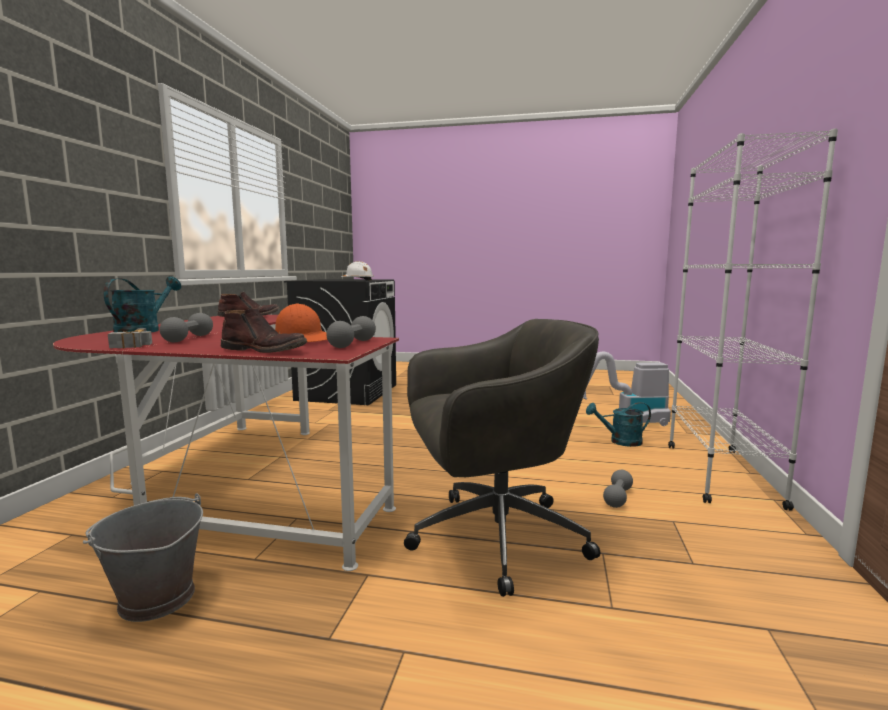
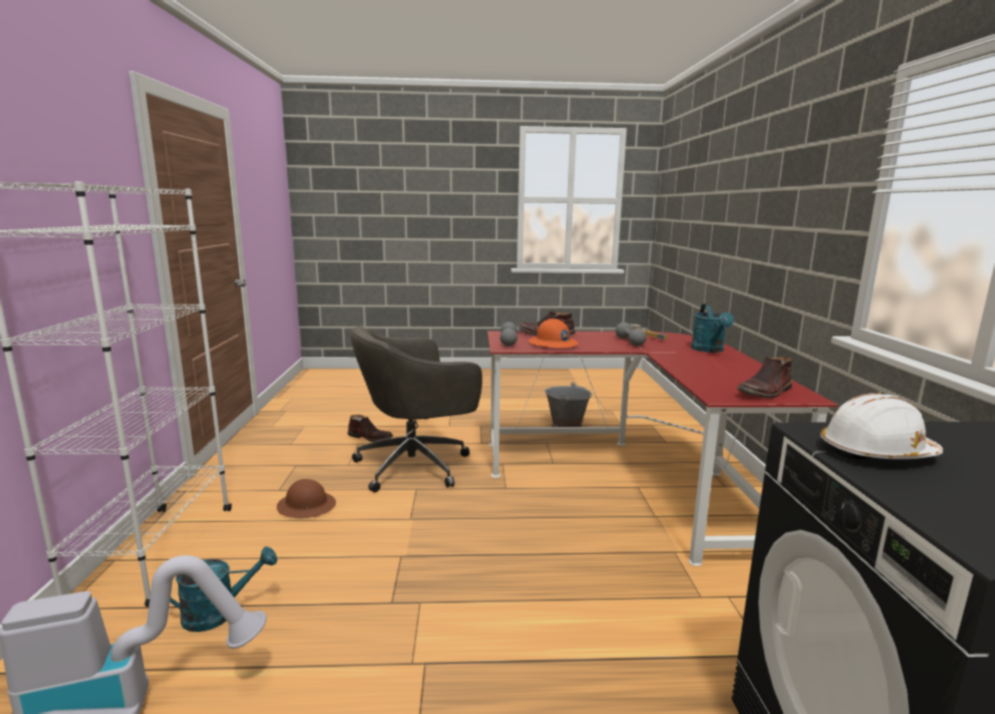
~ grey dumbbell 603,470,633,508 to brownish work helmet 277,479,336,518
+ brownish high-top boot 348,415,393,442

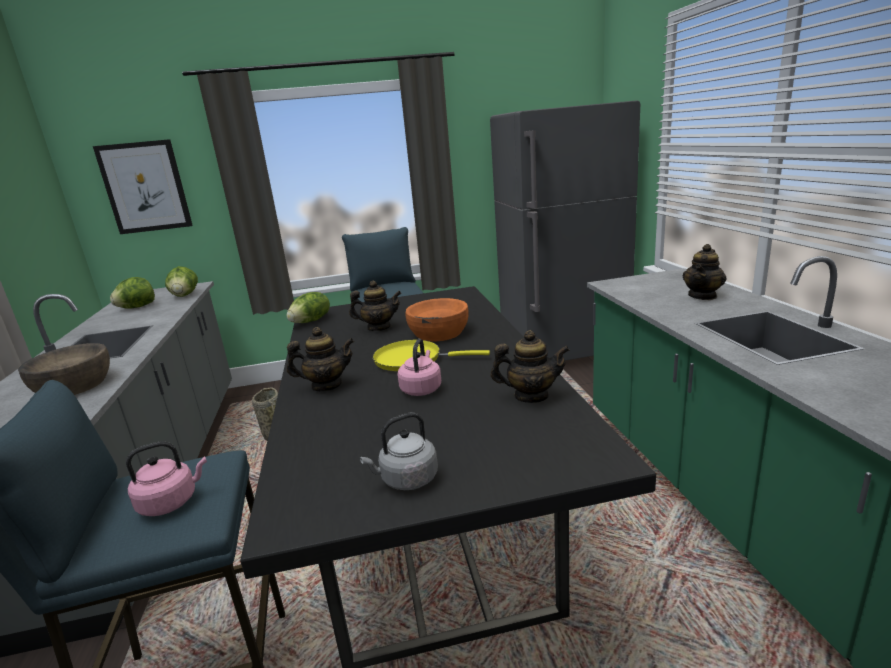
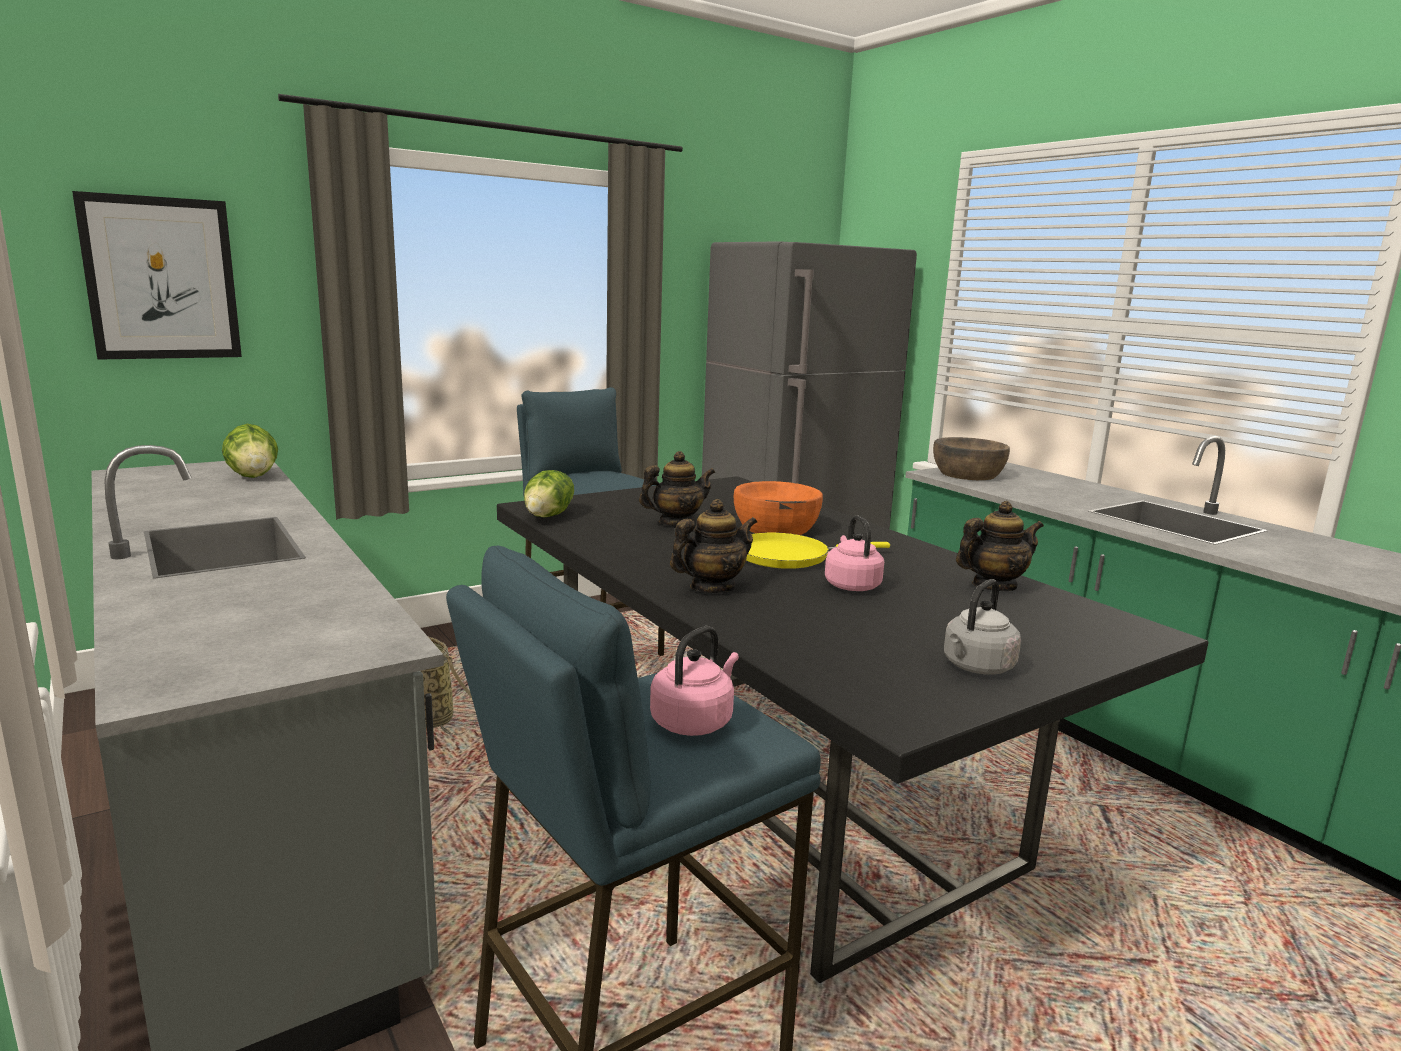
~ brownish deep dish 18,343,110,395 to 933,437,1010,480
- lettuce head 110,277,155,309
- pot for tea 683,244,726,300

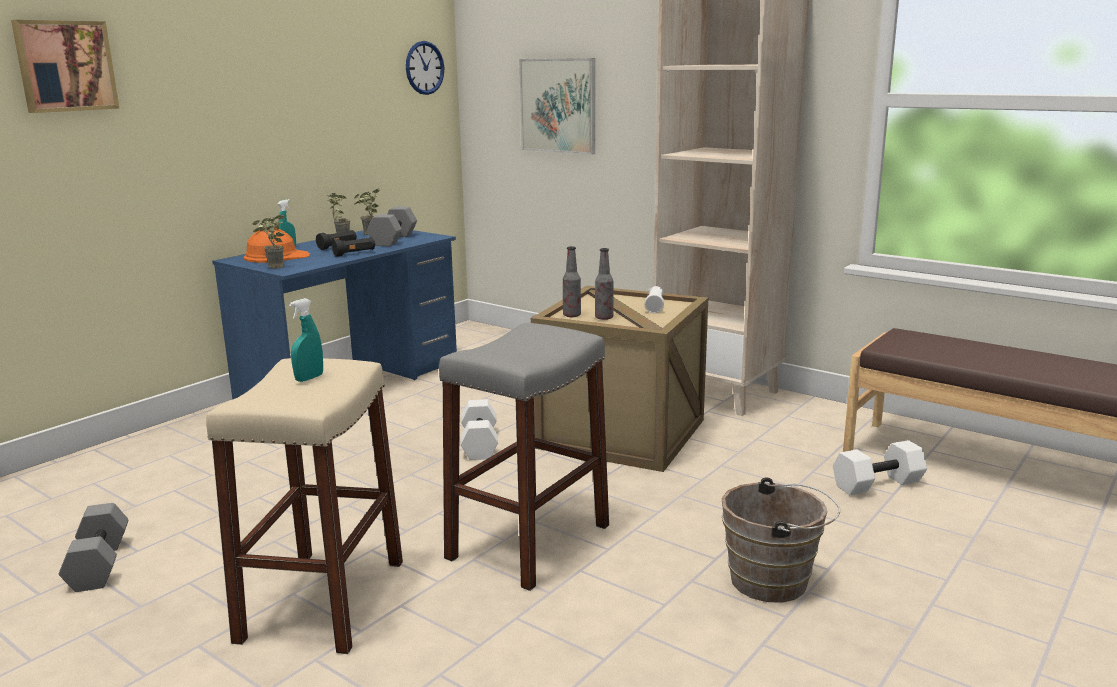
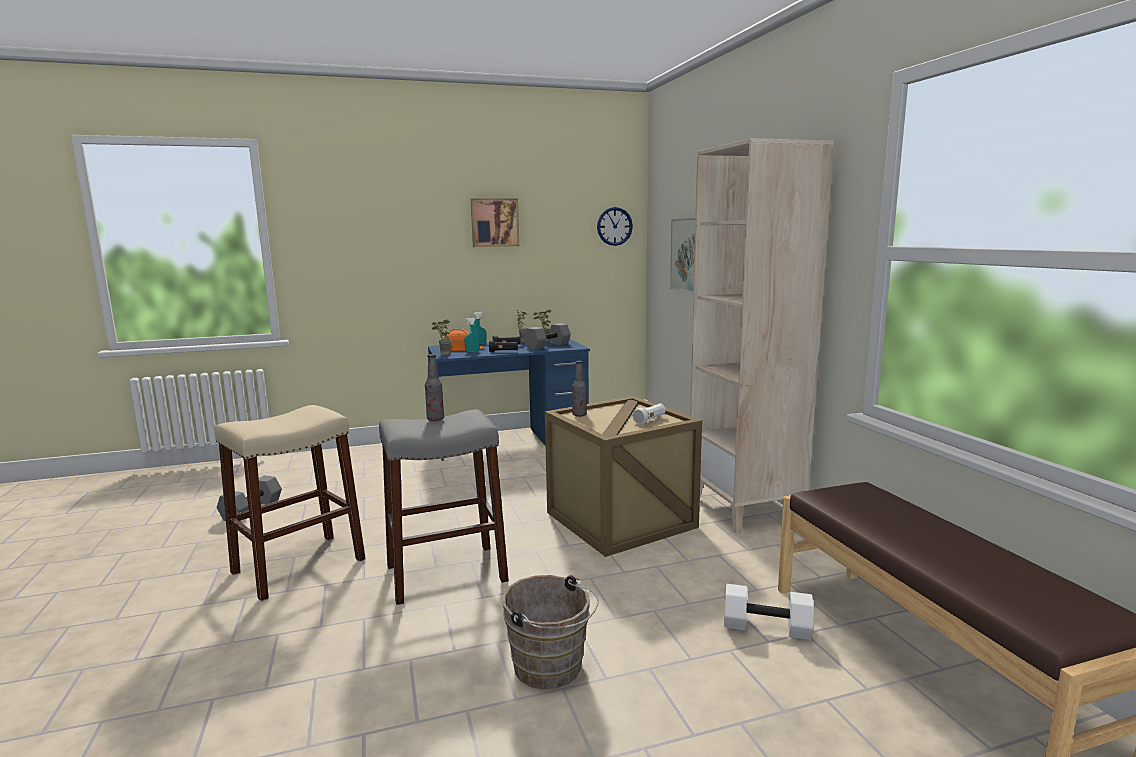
~ bottle 595,248,613,320 to 425,354,444,421
~ turquoise hand sprayer 289,298,323,382 to 464,318,480,352
~ wall picture 11,20,119,113 to 471,198,520,247
- white dumbbell 461,399,498,460

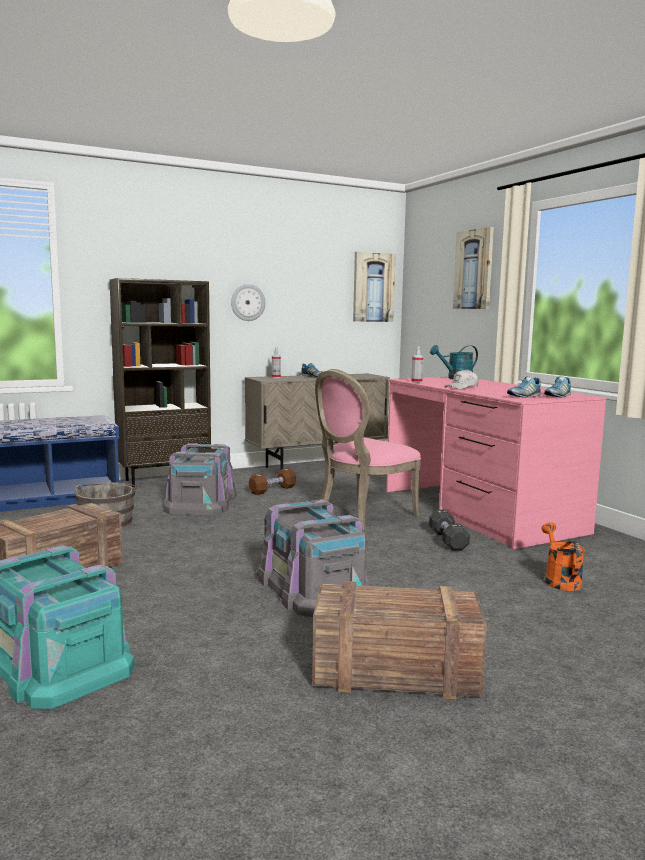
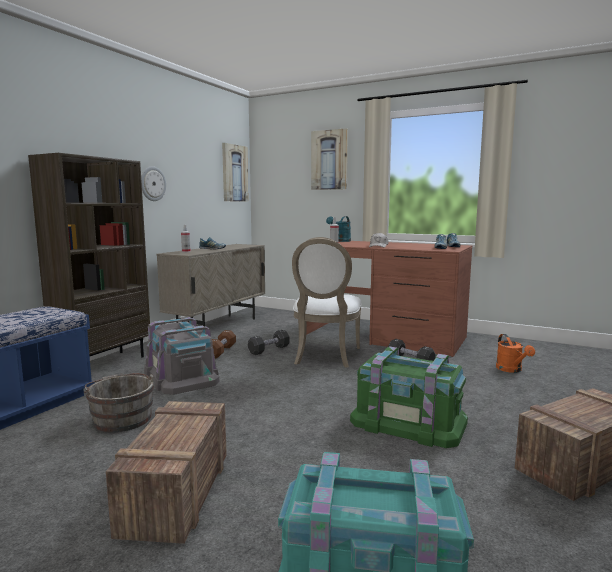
+ black dumbbell 248,330,289,355
~ pink upright chair 315,369,421,530 to white upright chair 292,237,362,368
~ pink desk unit 386,377,606,549 to brownish desk unit 306,241,472,357
~ grey storage bin 257,499,369,617 to green storage bin 350,346,468,448
~ orange-coloured watering can 542,522,585,591 = 496,334,535,373 150 degrees counterclockwise

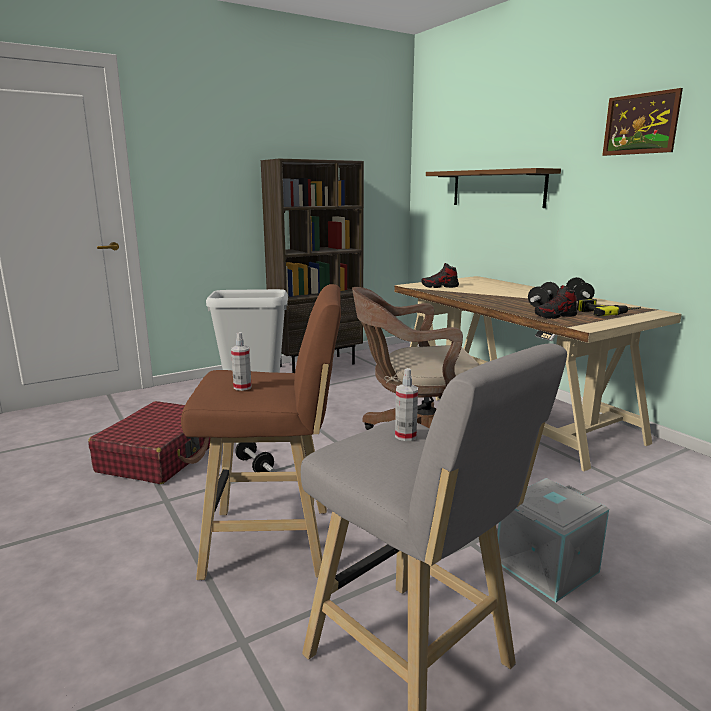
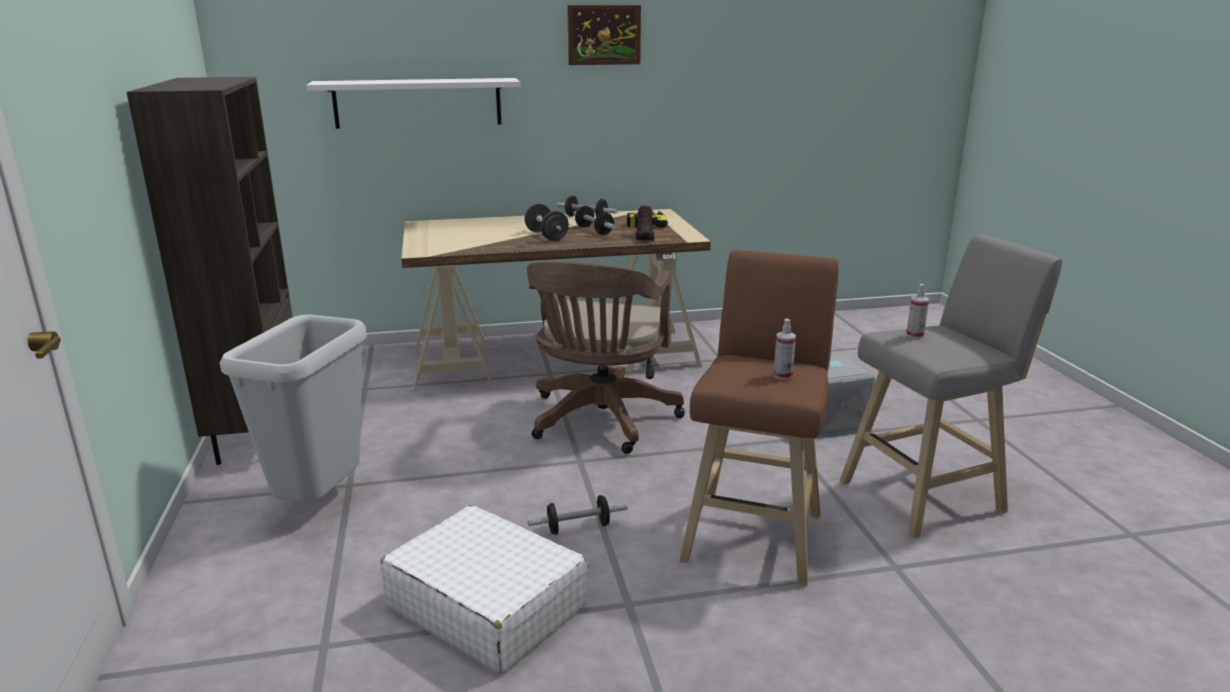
~ brownish wall shelf 426,168,561,208 to white wall shelf 306,78,520,129
~ red-coloured piece of luggage 88,401,211,484 to white piece of luggage 380,505,588,673
+ black dumbbell 525,204,569,241
- shoe 421,263,459,288

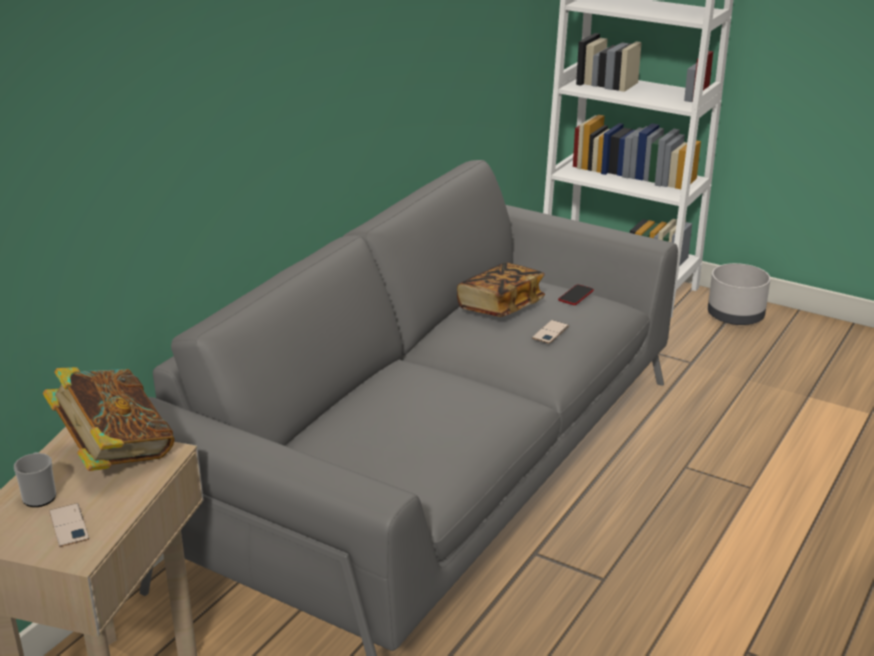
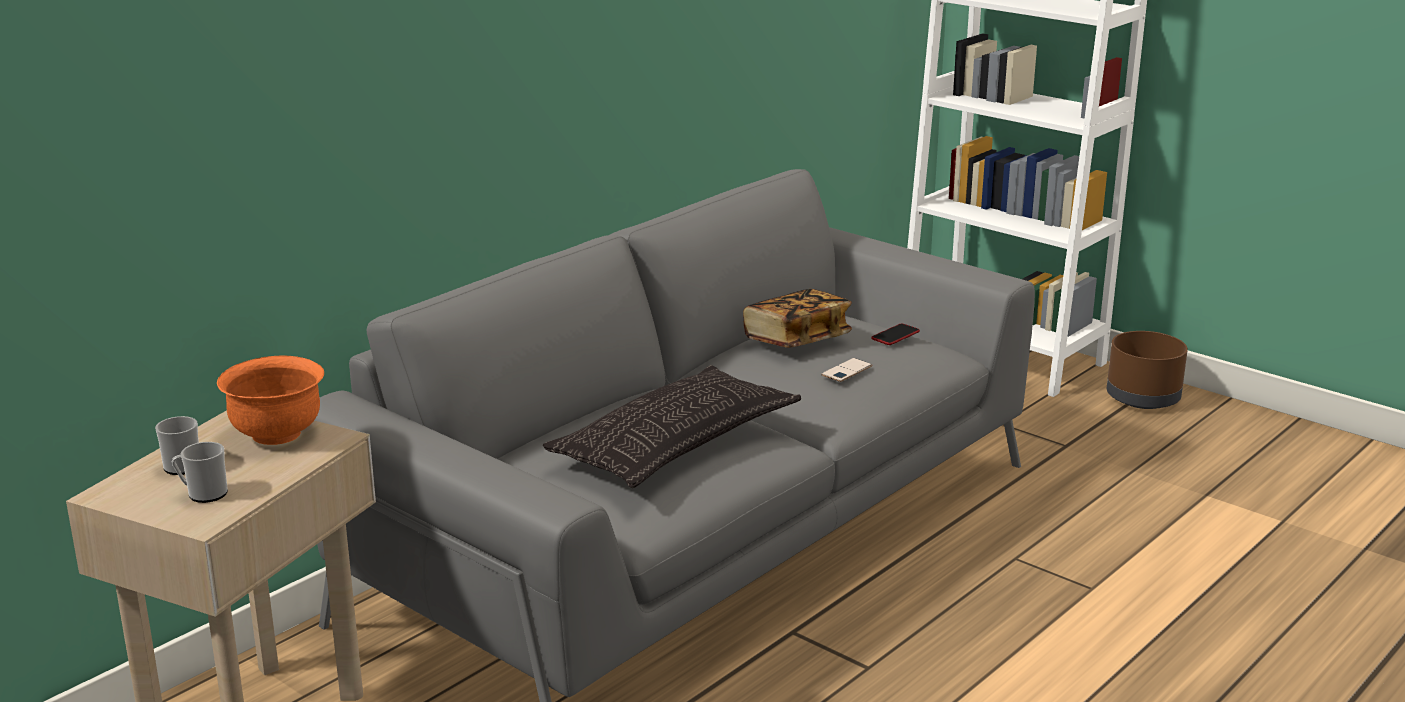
~ phone 49,503,89,547 to tea mug 172,442,228,503
~ bound book 43,367,175,471 to orange-coloured deep dish 217,356,324,445
+ throw pillow 543,365,801,488
~ grey plant pot 708,263,771,325 to brownish plant pot 1107,331,1188,409

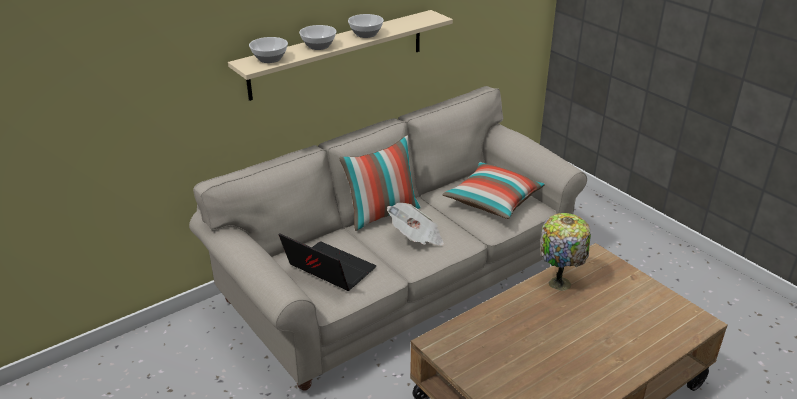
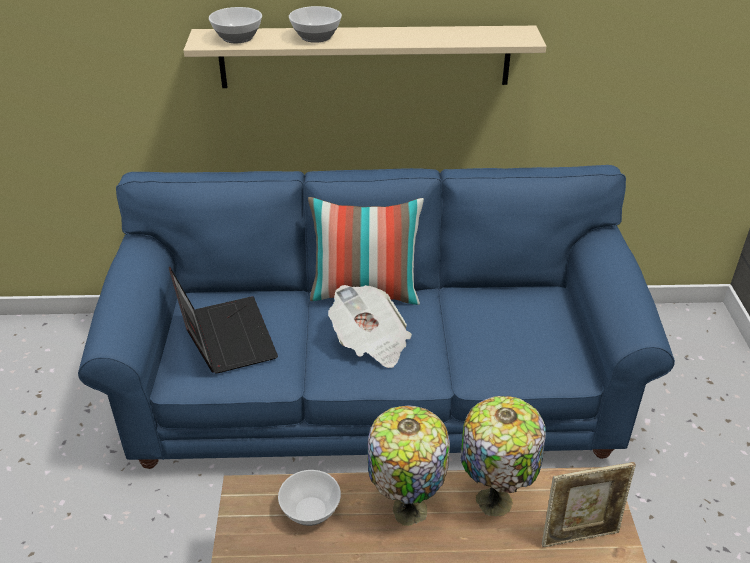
~ beige sofa 189,86,587,391 to bluish sofa 78,165,675,469
~ deep dish 348,14,384,38 to 278,470,341,526
+ tabletop lamp 368,405,450,526
+ picture frame 542,462,636,547
- throw pillow 442,162,545,219

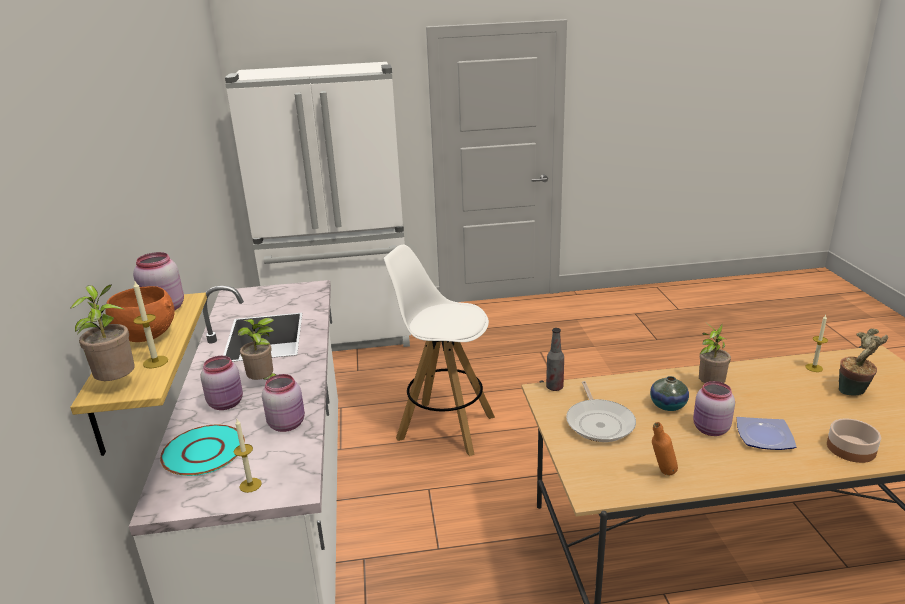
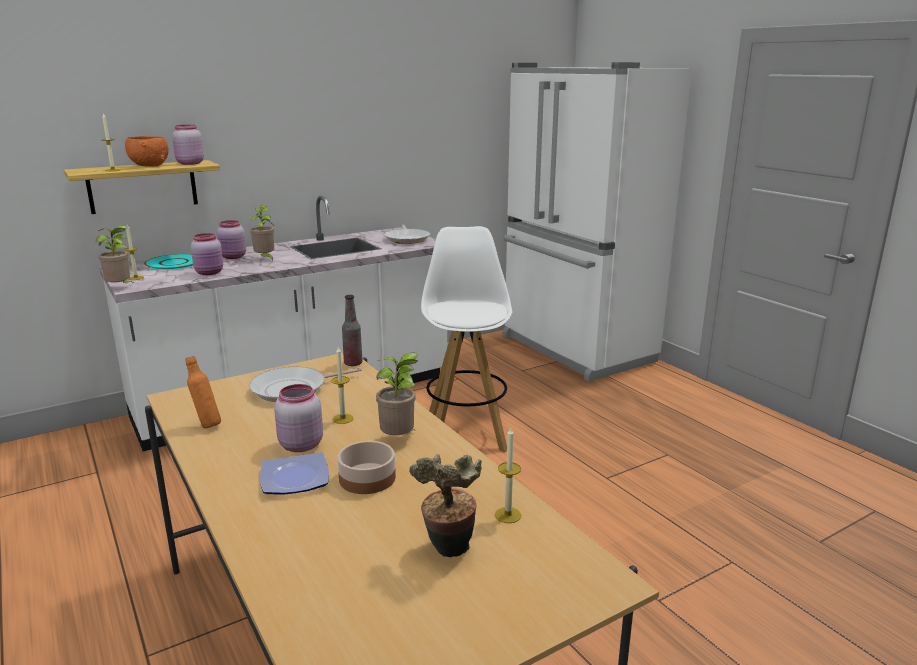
~ plant in a pot 70,285,135,381 to 96,226,132,283
~ decorative vase 650,376,689,411 to wax candle 331,347,354,424
~ deep dish 827,418,881,463 to 337,441,396,494
+ skillet 384,225,430,244

